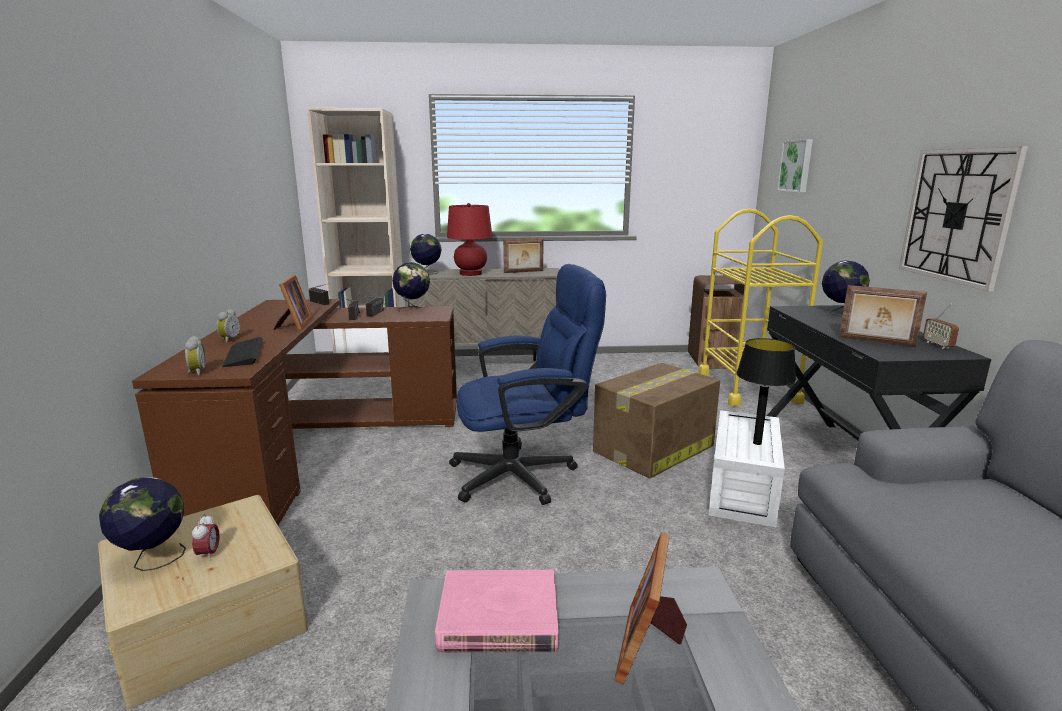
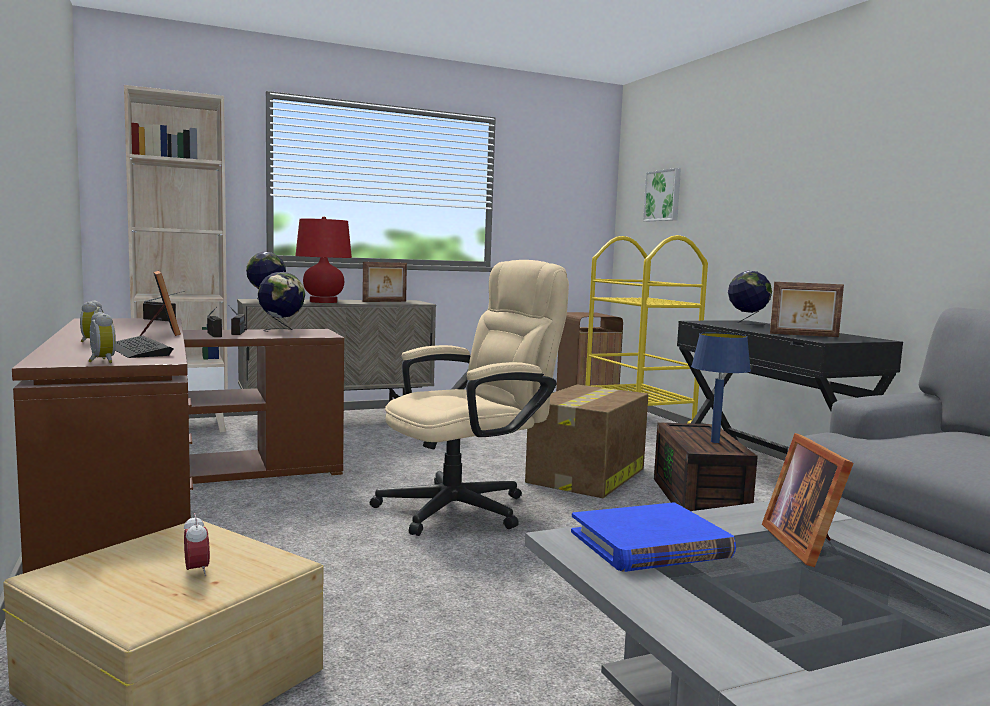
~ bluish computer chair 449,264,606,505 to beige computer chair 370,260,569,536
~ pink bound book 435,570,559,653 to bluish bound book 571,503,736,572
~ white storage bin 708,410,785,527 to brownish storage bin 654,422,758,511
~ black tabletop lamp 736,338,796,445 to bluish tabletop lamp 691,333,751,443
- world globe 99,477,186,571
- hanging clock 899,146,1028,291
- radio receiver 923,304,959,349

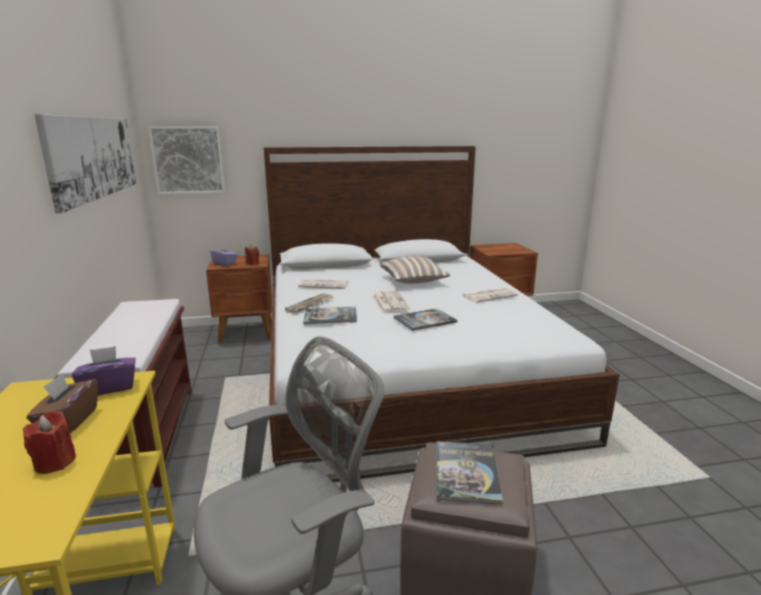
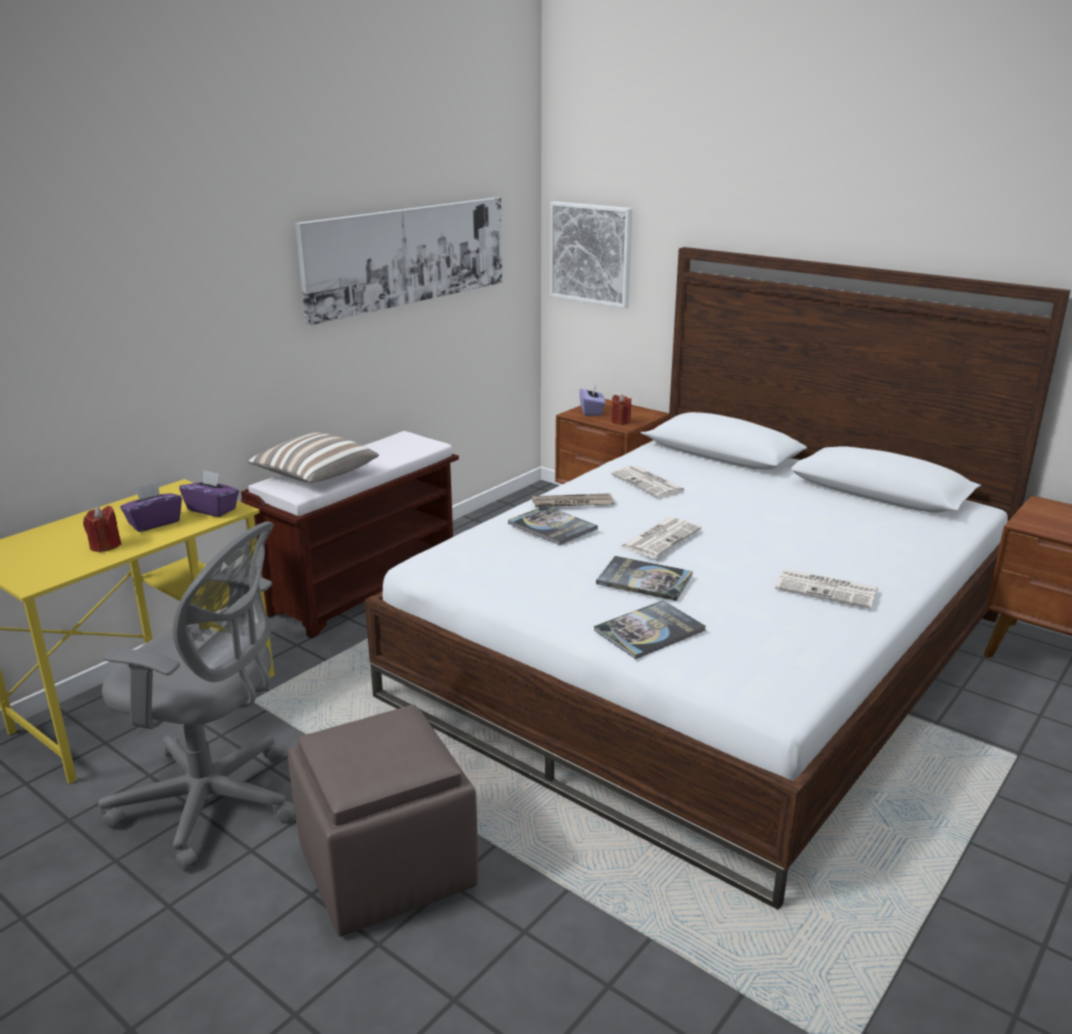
~ brownish tissue holder 26,373,98,433 to purple-coloured tissue holder 120,482,182,532
~ throw pillow 380,256,451,283 to 247,432,379,483
~ bound book 436,441,503,504 to 594,600,706,659

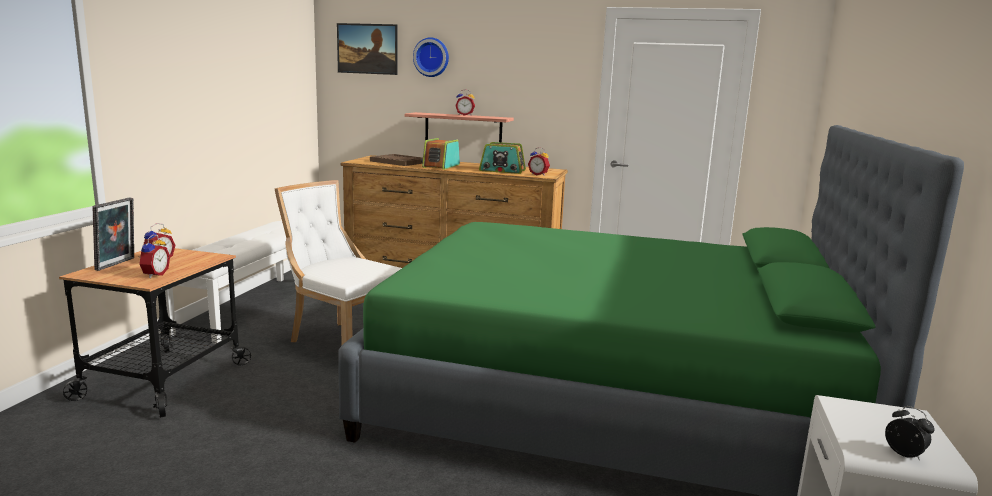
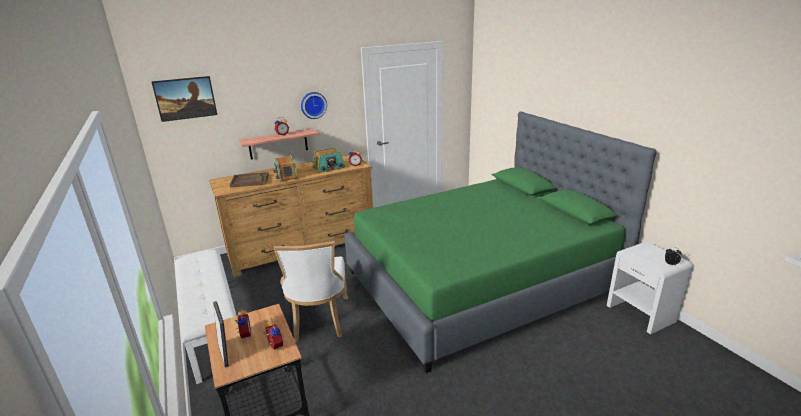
~ white upright chair 275,180,402,345 = 274,241,348,342 90 degrees counterclockwise
~ hanging clock 413,37,449,77 to 301,92,327,119

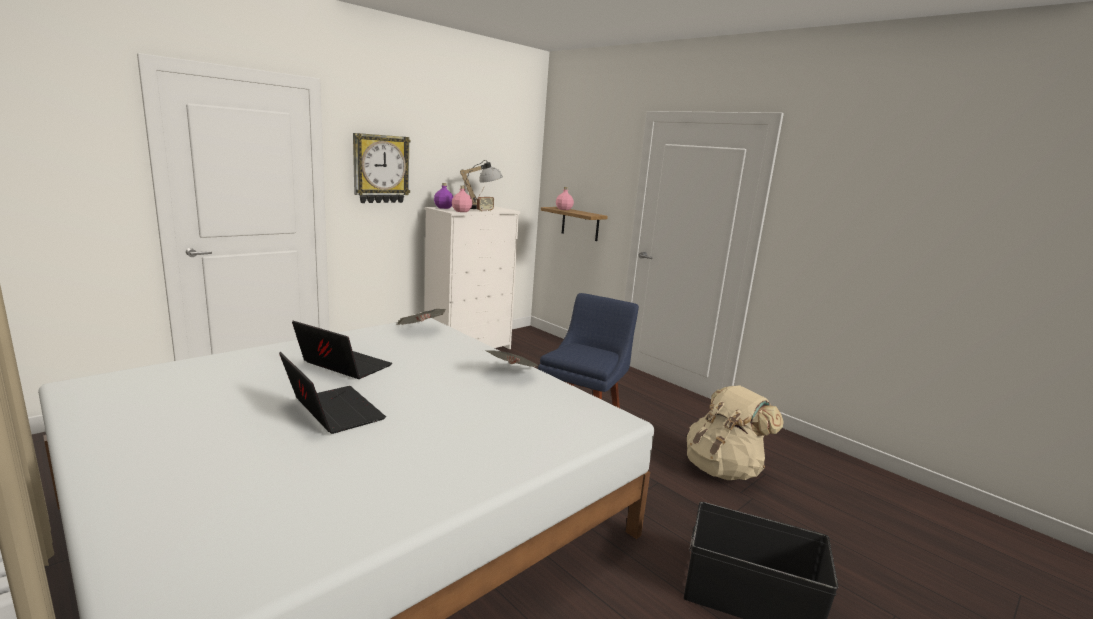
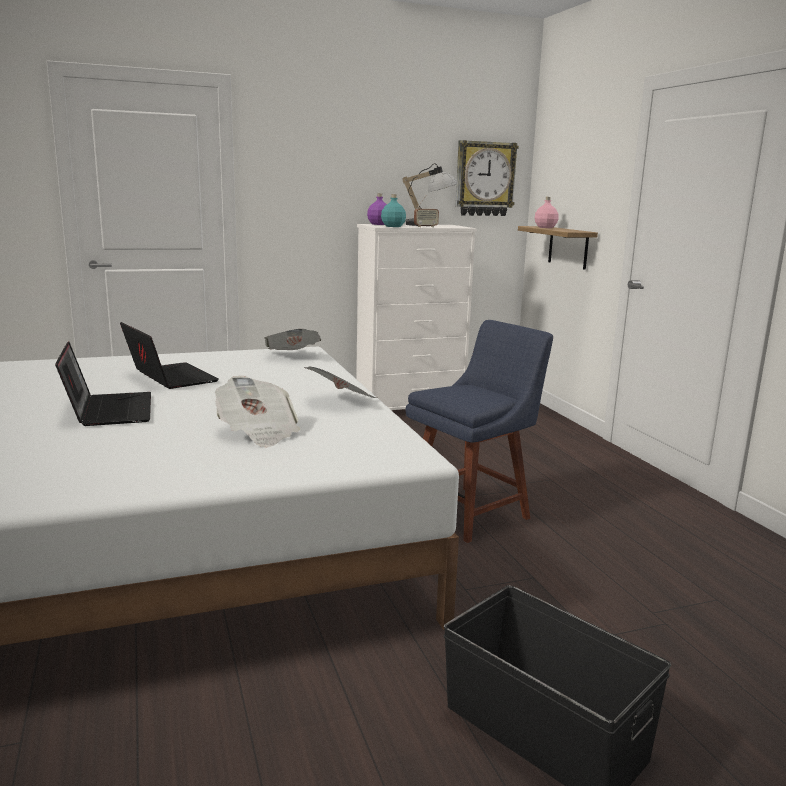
+ newspaper 215,376,300,448
~ pink bottle 452,186,472,212 to turquoise bottle 381,194,406,227
~ hanging clock 353,133,411,203 to 455,140,519,216
- beige backpack 687,385,784,480

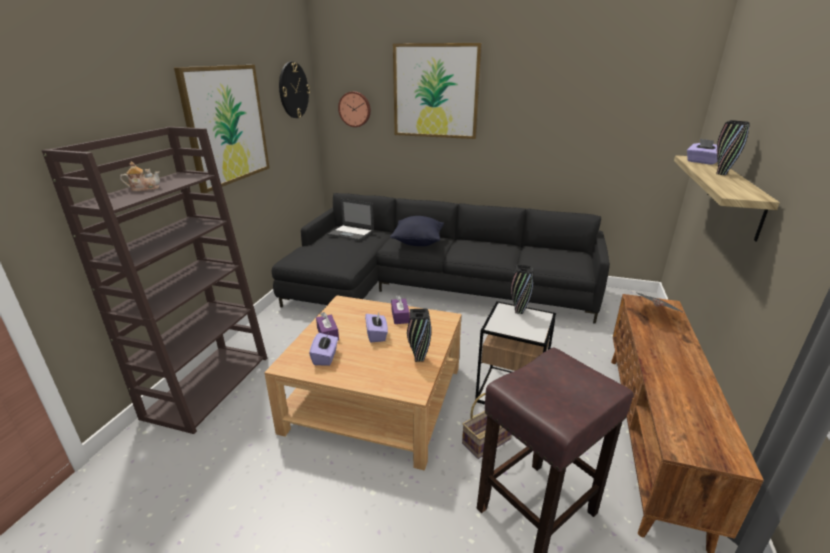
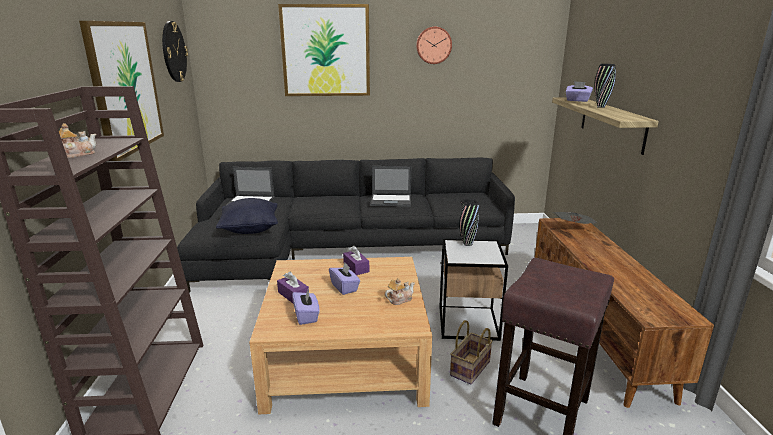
~ black throw pillow 390,216,444,246 to 216,198,278,234
+ portable computer 370,166,411,207
~ black decorative vase 407,308,431,362 to pot for tea 385,278,415,305
~ hanging clock 338,91,371,127 to 416,27,452,64

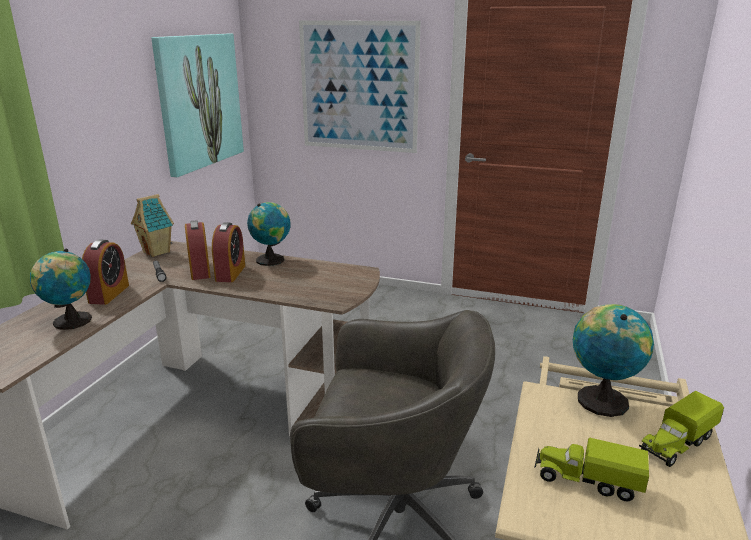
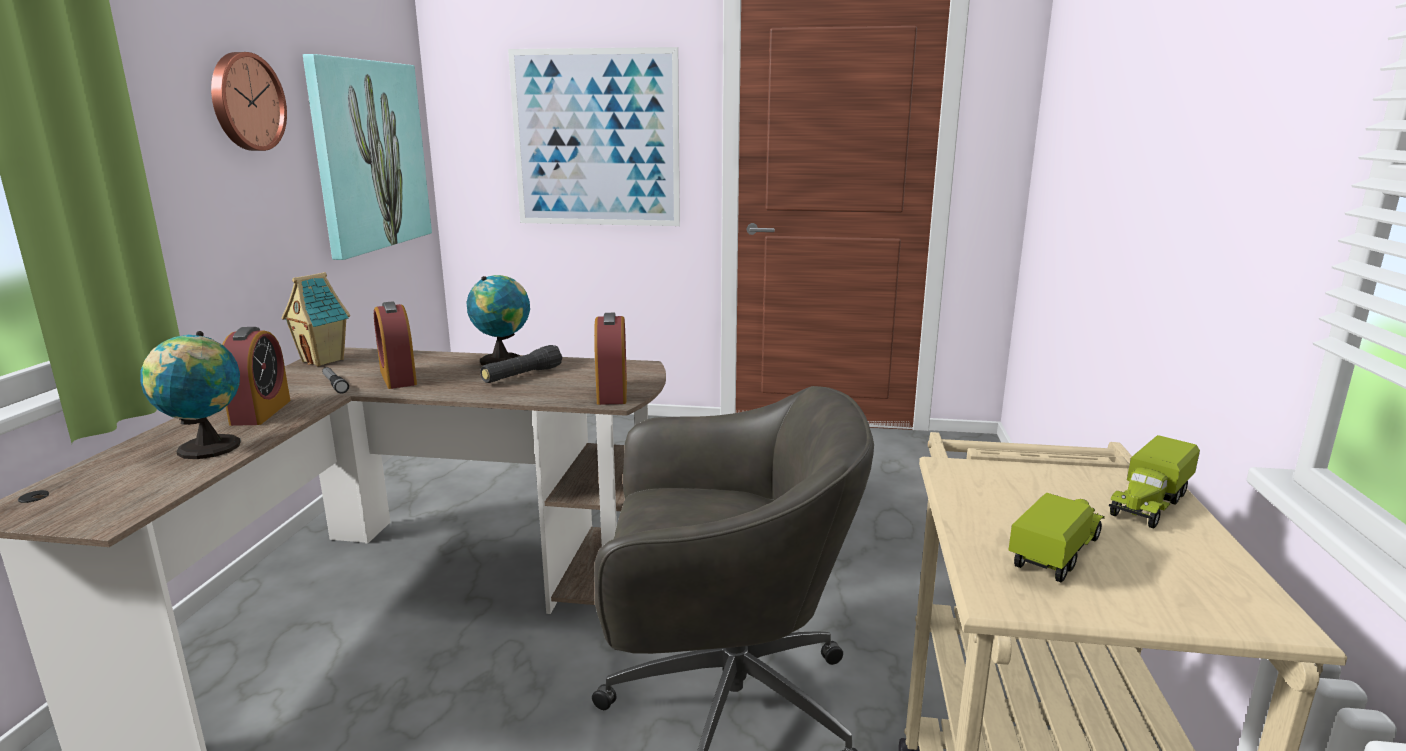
+ hanging clock 211,52,287,151
+ black torch 480,345,562,383
~ table clock 212,222,245,282 to 594,313,627,405
~ toy truck 534,438,649,501 = 1008,493,1105,582 120 degrees clockwise
- world globe 573,304,654,417

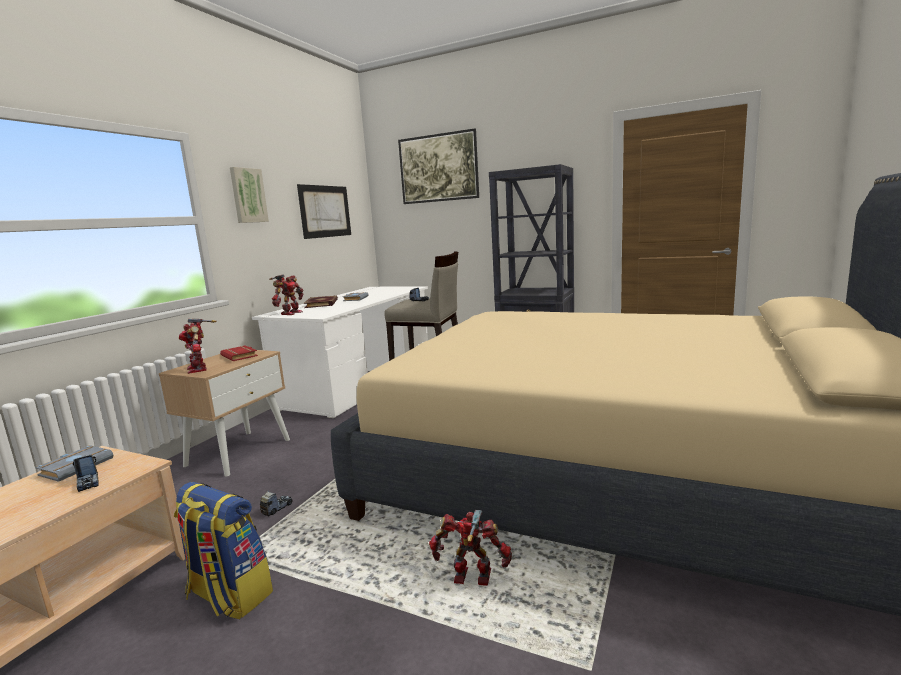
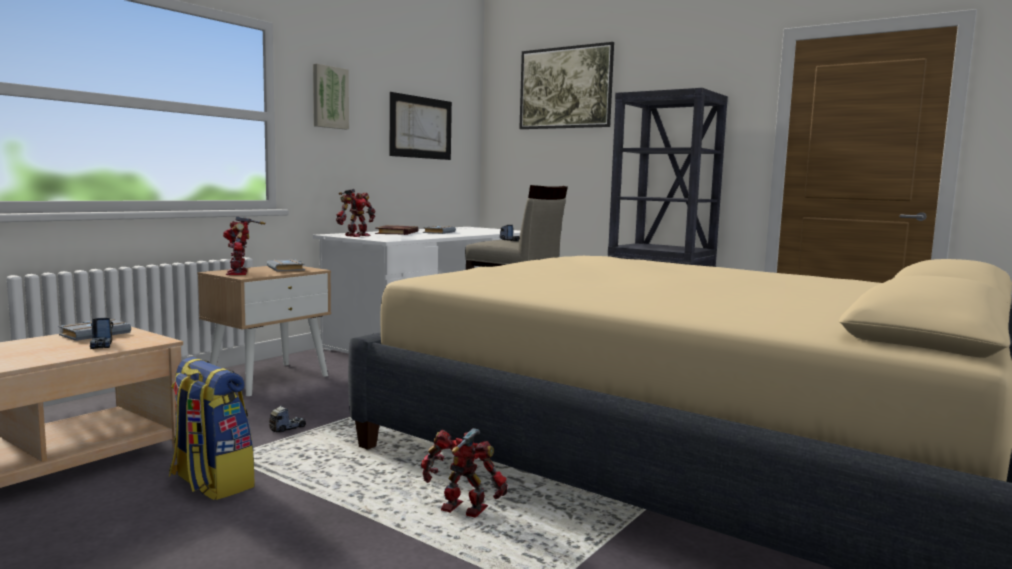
~ red-coloured bound book 220,346,258,361 to grey bound book 267,259,305,271

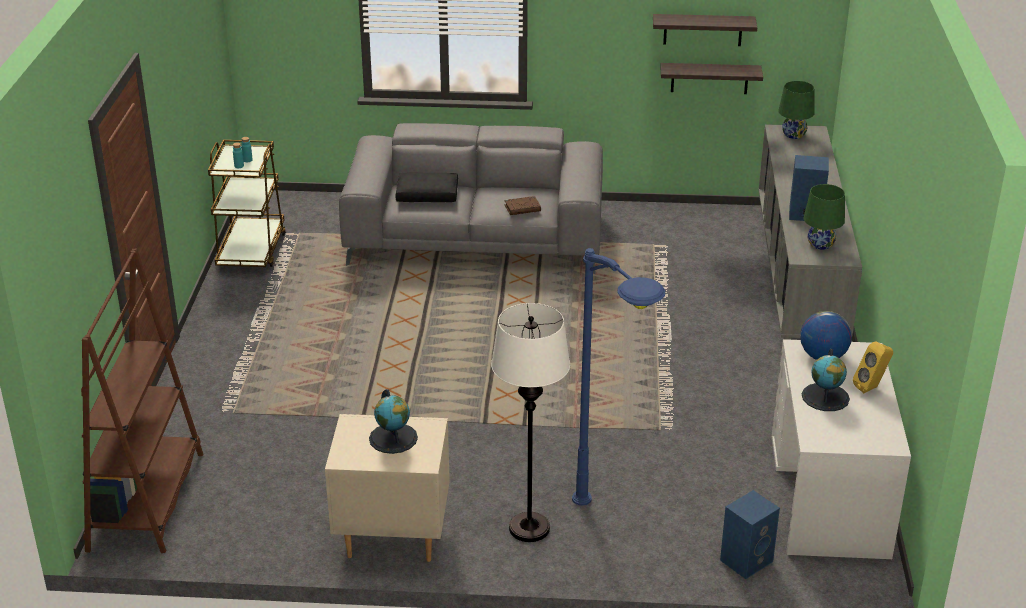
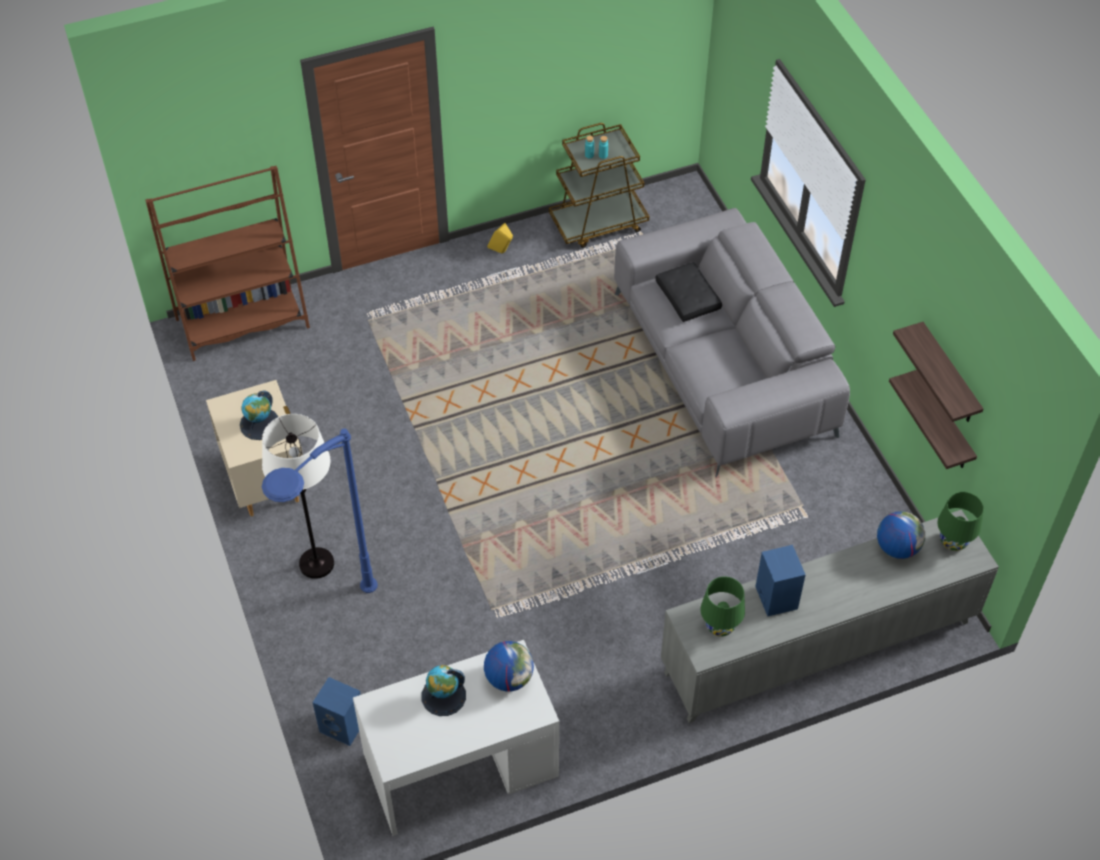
~ yellow-coloured loudspeaker 853,341,893,393 to 487,223,513,254
+ world globe 877,511,925,559
- brownish bound book 505,196,541,215

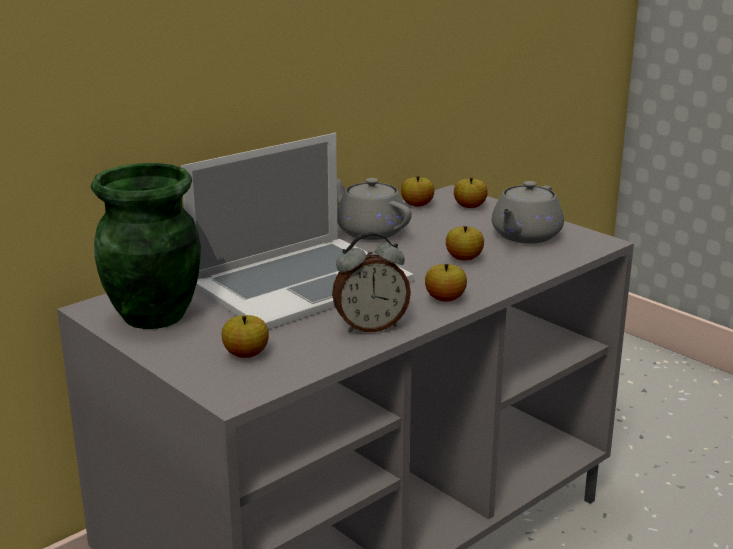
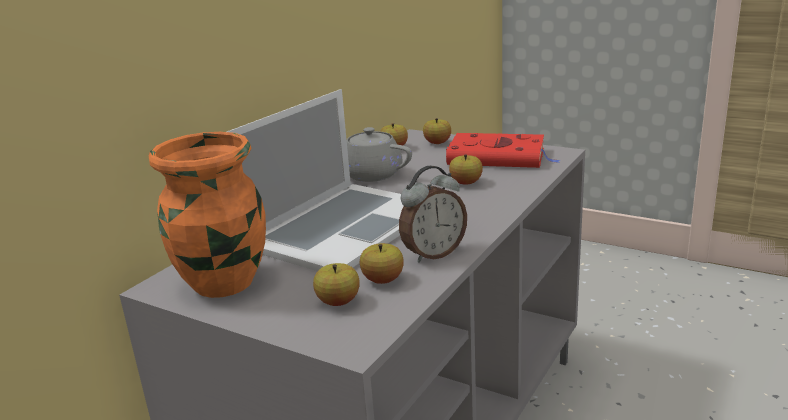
~ green decorative vase 91,163,201,329 to orange-coloured decorative vase 149,132,266,298
~ whole apple 425,264,467,302 to 360,243,404,284
~ grey pot for tea 492,181,564,243 to red-coloured bound book 446,133,561,168

